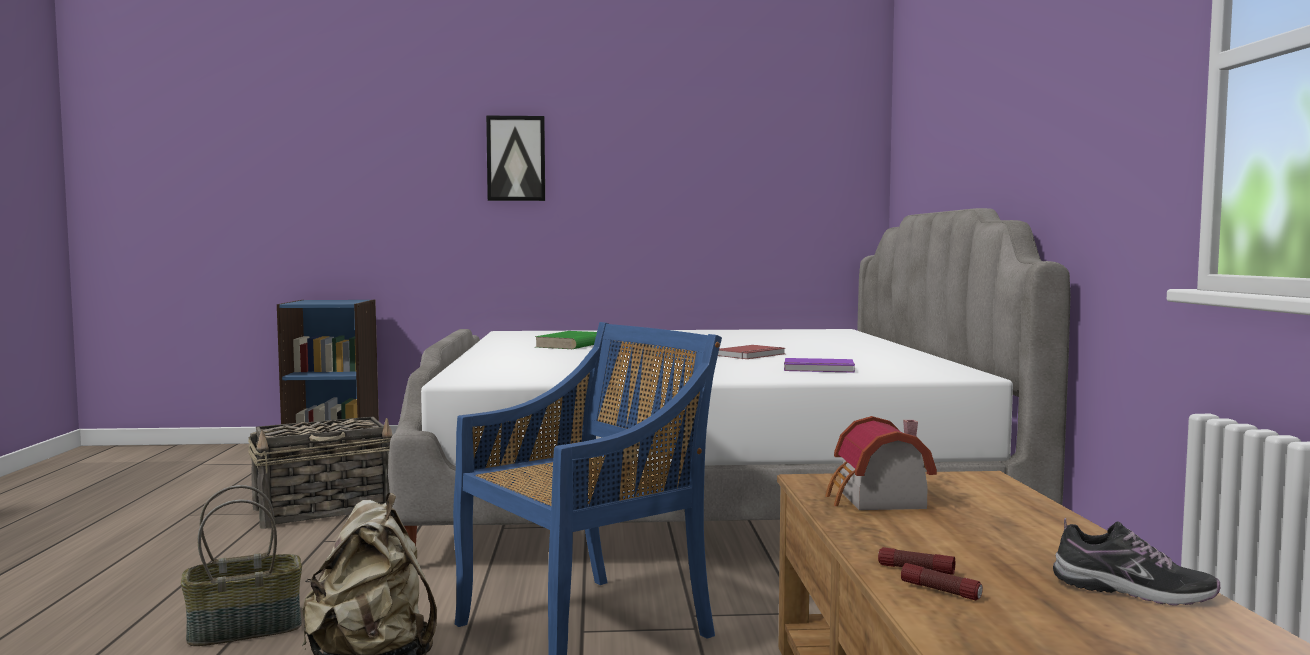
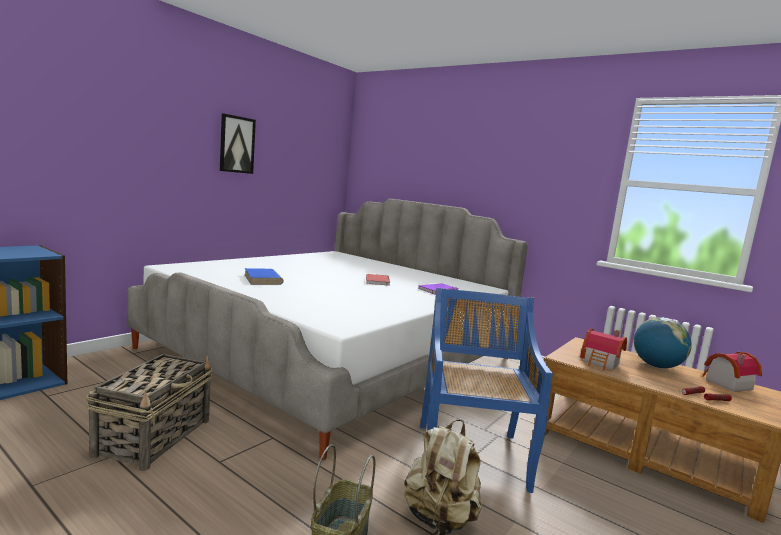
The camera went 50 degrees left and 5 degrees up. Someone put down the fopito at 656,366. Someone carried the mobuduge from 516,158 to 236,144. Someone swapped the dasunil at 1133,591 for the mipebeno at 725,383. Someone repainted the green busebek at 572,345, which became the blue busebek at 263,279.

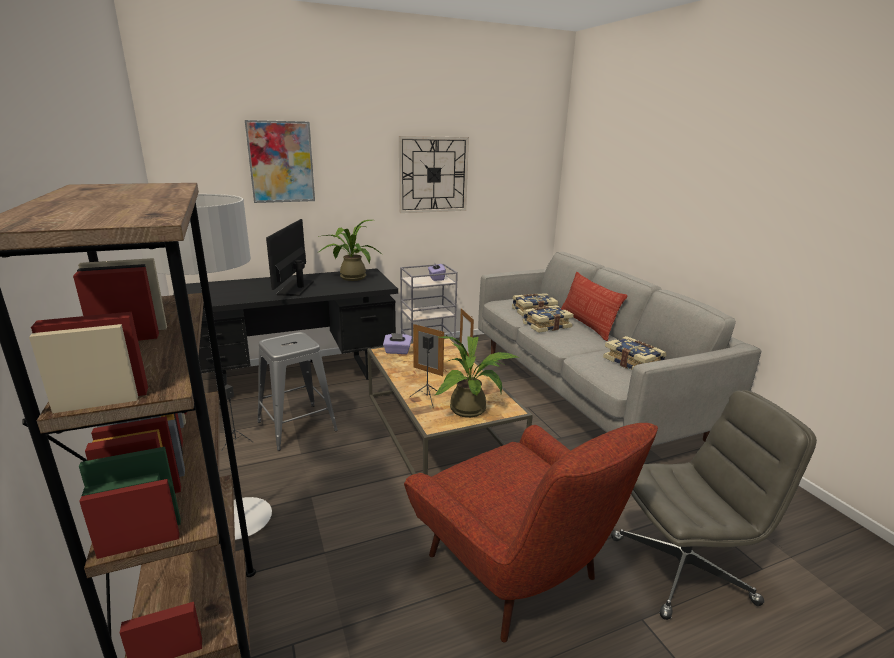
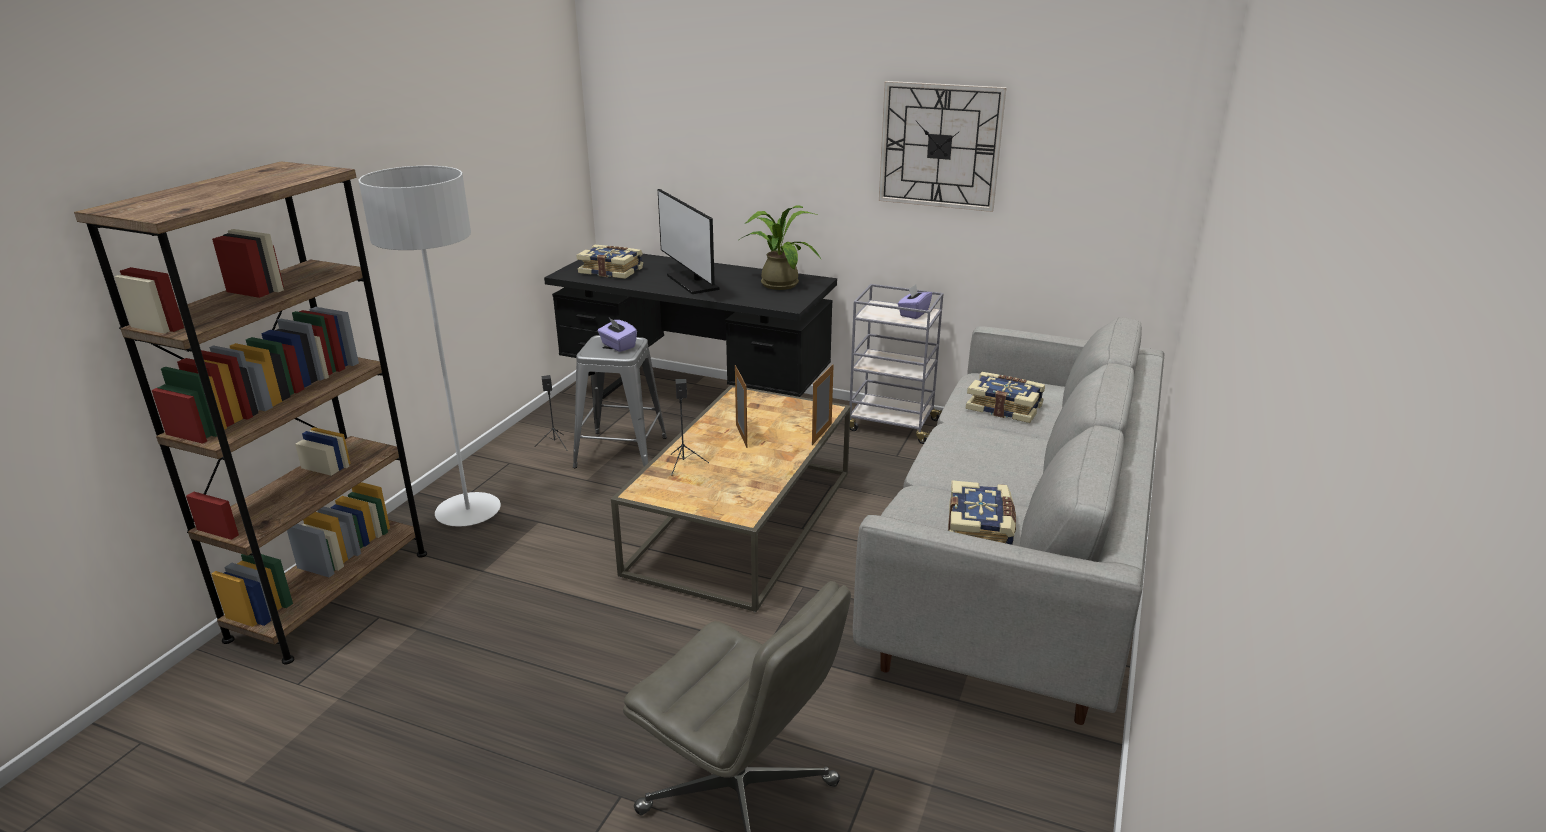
The camera went 45 degrees right and 5 degrees up. Someone took away the mobuduge at 281,162. Someone took away the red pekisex at 517,574. Someone took away the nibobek at 472,410. Someone took away the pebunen at 587,325. Someone carried the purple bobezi from 397,351 to 618,346. Someone carried the busebek from 546,325 to 611,271. Someone rotated the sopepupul at 296,288 by 75 degrees counterclockwise.

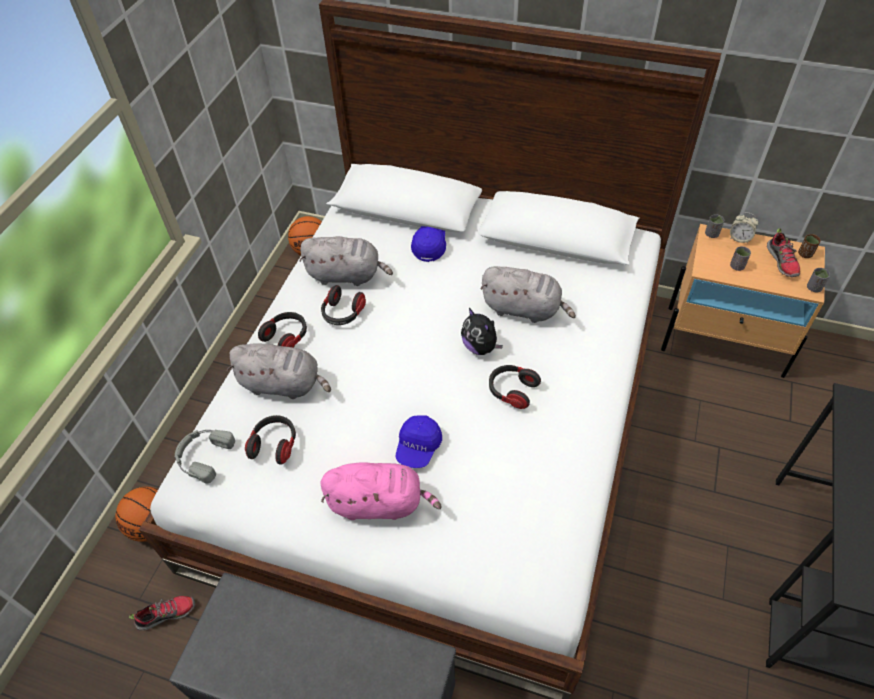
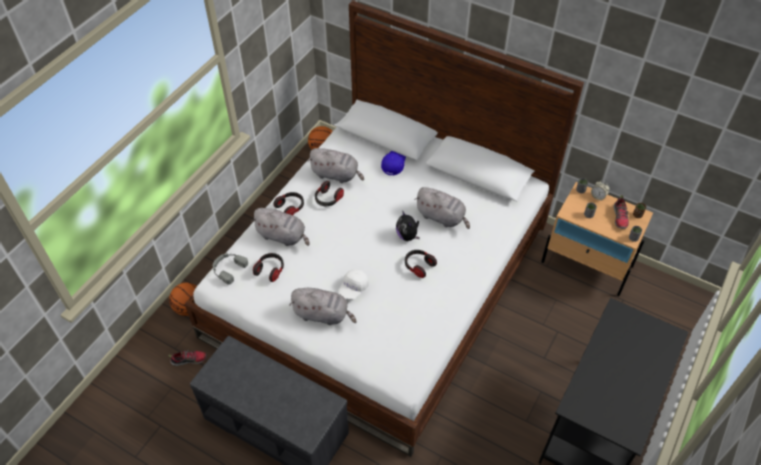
The camera went 10 degrees right and 0 degrees up. Someone repainted the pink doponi at 379,503, which became the grey doponi at 323,314. Someone repainted the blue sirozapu at 418,447, which became the white sirozapu at 353,288.

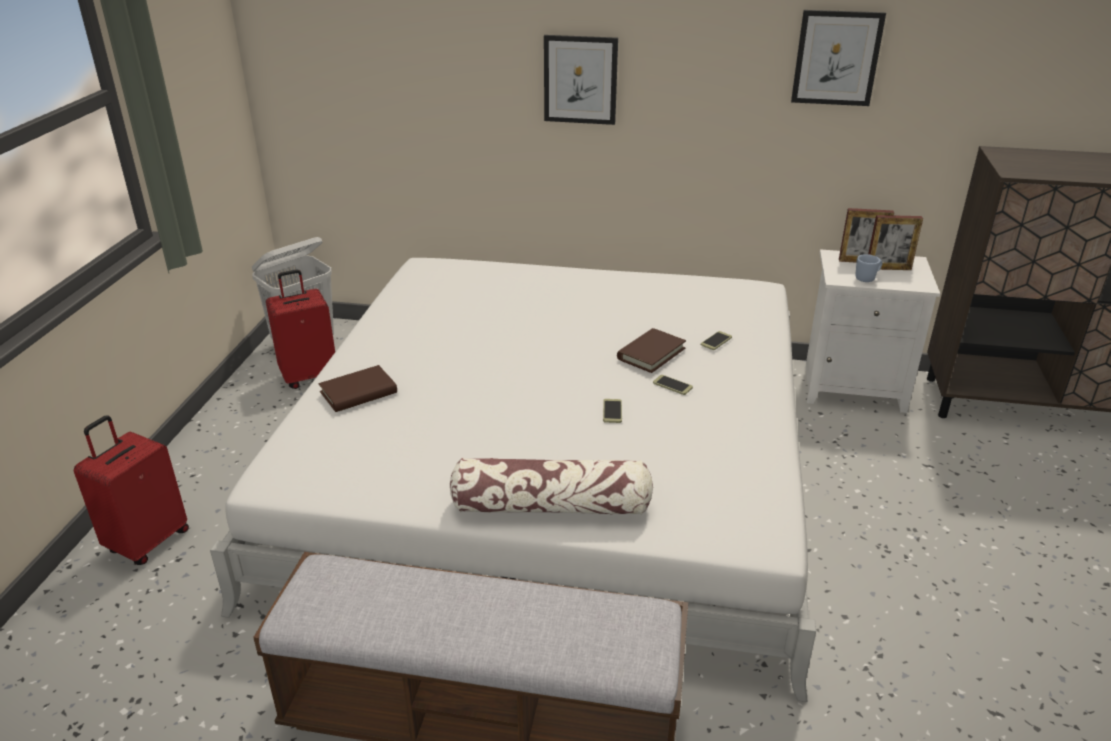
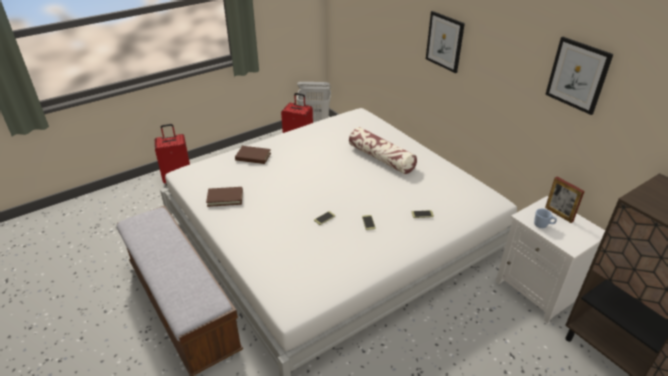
The camera went 45 degrees right and 5 degrees up. Someone took away the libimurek at 888,268. Someone carried the pebunen from 551,506 to 381,158. Someone carried the brown busebek from 651,353 to 225,198.

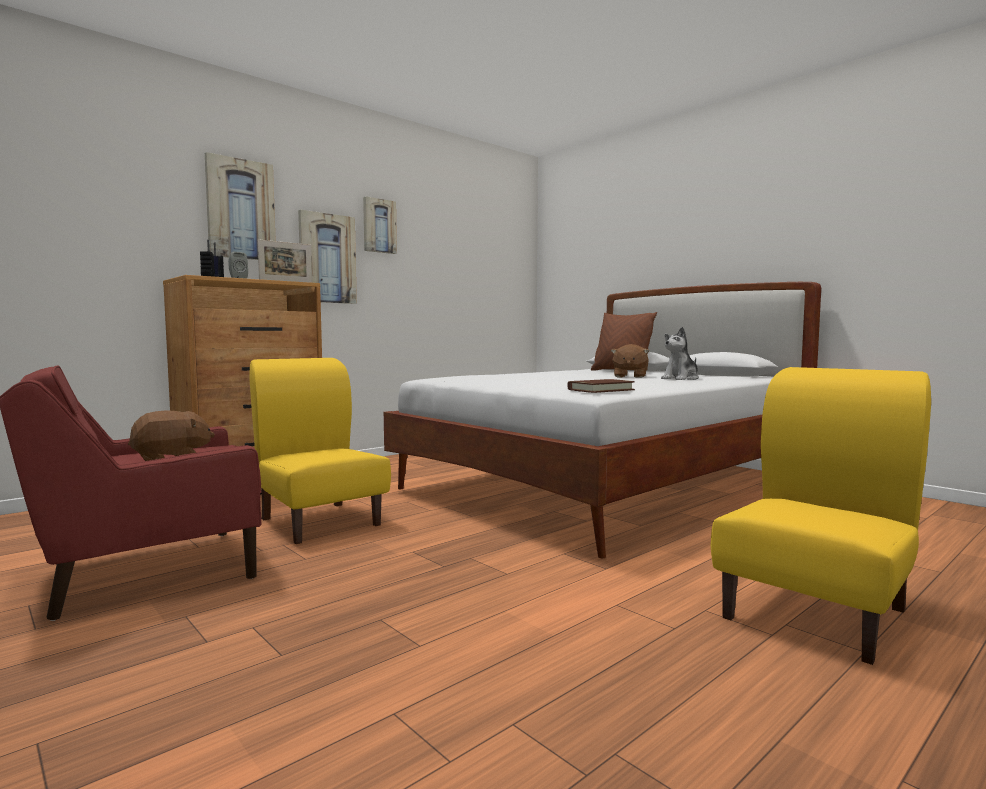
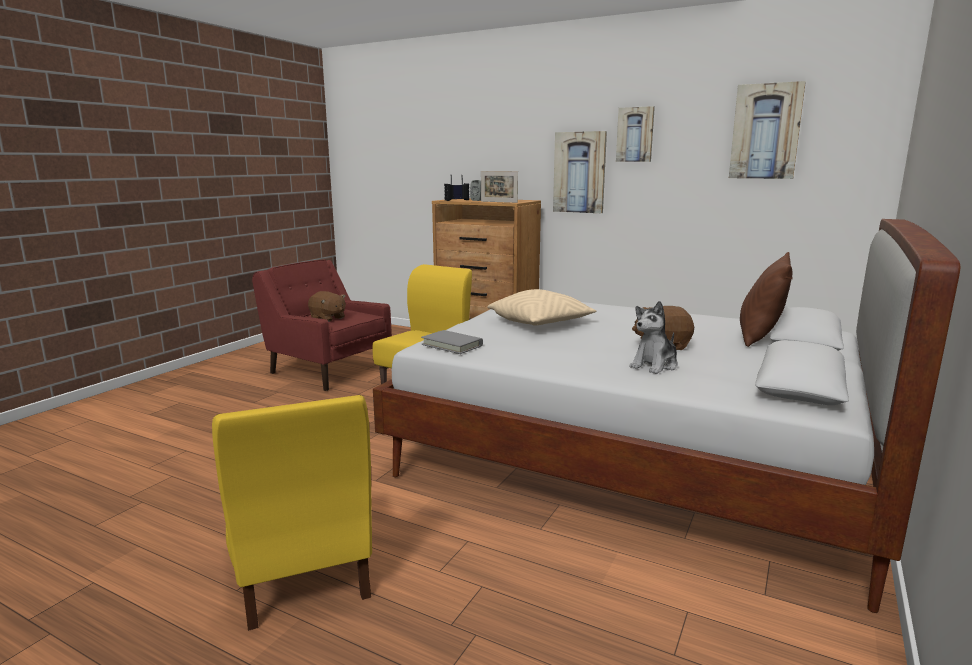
The camera went 70 degrees right and 10 degrees up. Someone put down the beige pebunen at 540,323. Someone carried the mobuduge from 240,209 to 765,131. Someone repainted the brown busebek at 600,390, which became the grey busebek at 452,345. Someone rotated the doponi at 681,379 by 75 degrees counterclockwise. Someone rotated the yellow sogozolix at 817,613 by 45 degrees clockwise.

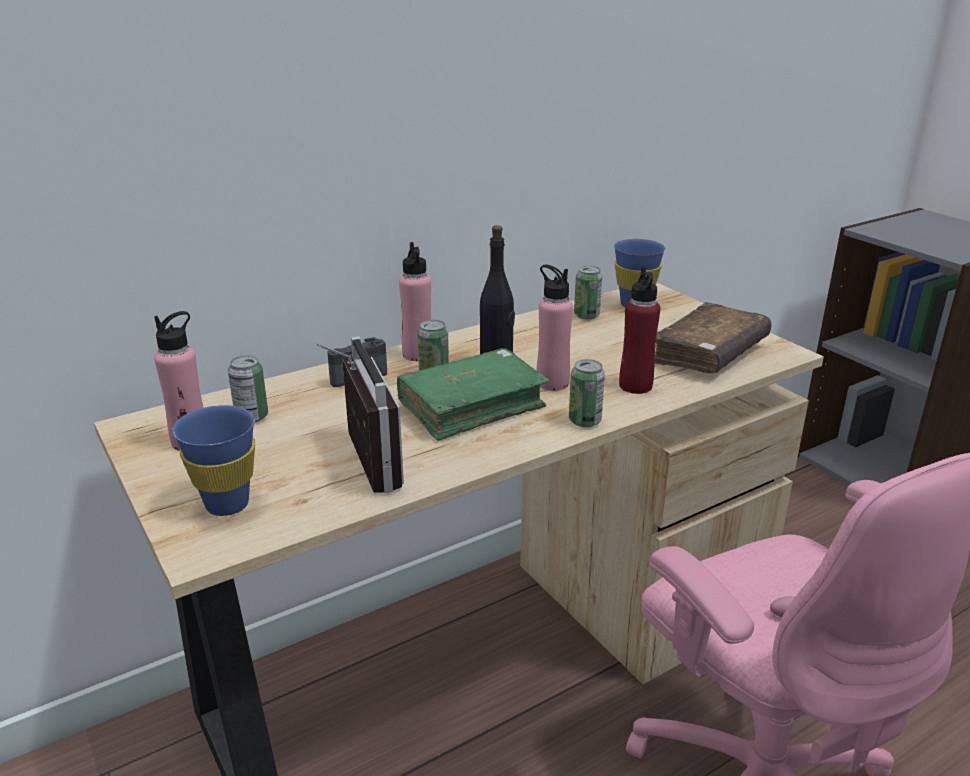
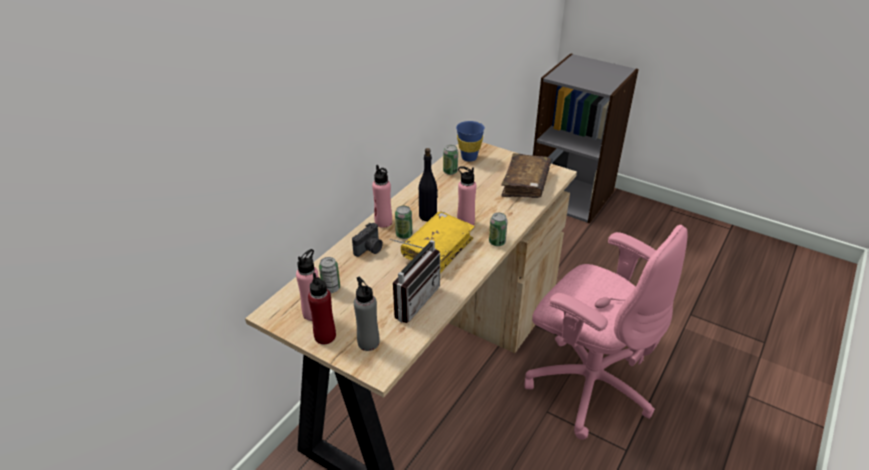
The camera went 25 degrees left and 10 degrees up. Someone carried the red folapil from 635,386 to 325,336. Someone swapped the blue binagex at 227,504 for the grey folapil at 368,342. Someone repainted the green busebek at 471,406, which became the yellow busebek at 438,249. Someone rotated the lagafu at 359,463 by 75 degrees clockwise.

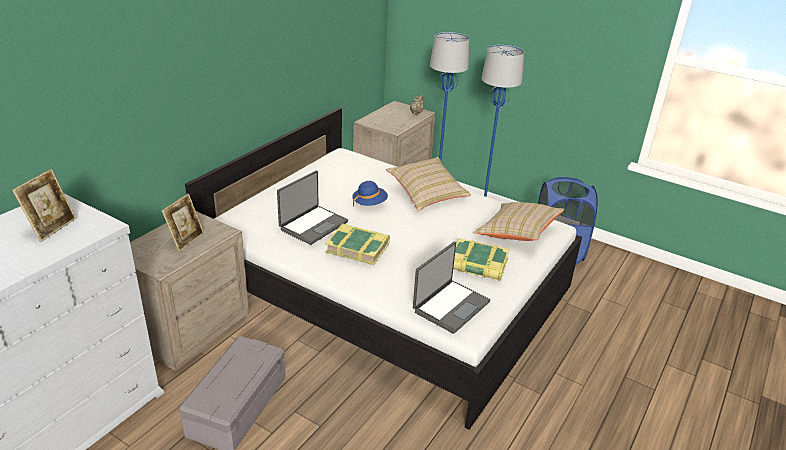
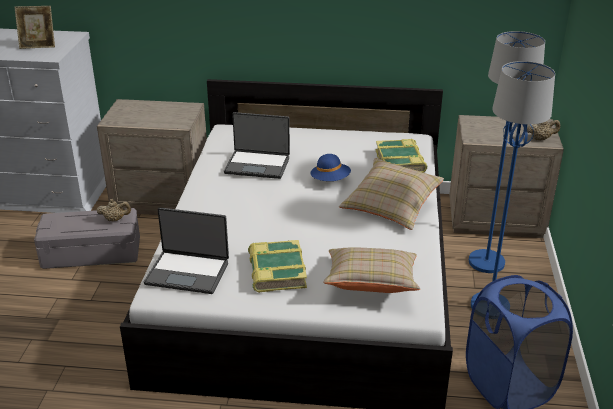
The camera went 65 degrees right and 0 degrees up. Someone took away the libimurek at 186,240. Someone put down the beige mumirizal at 115,219. Someone carried the busebek from 358,248 to 400,161.

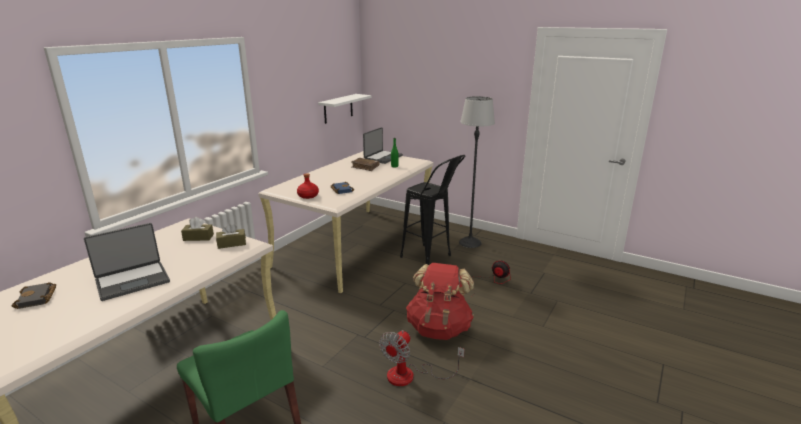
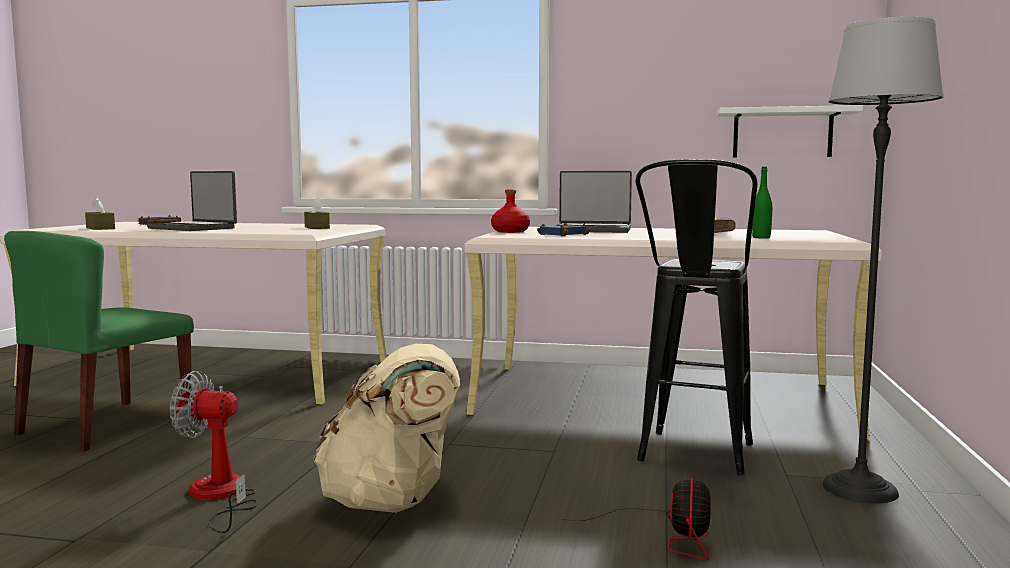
The camera went 70 degrees right and 15 degrees down. Someone carried the brown bobezi from 231,243 to 100,228. Someone carried the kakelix from 382,157 to 592,230. Someone repainted the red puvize at 439,328, which became the beige puvize at 392,501.

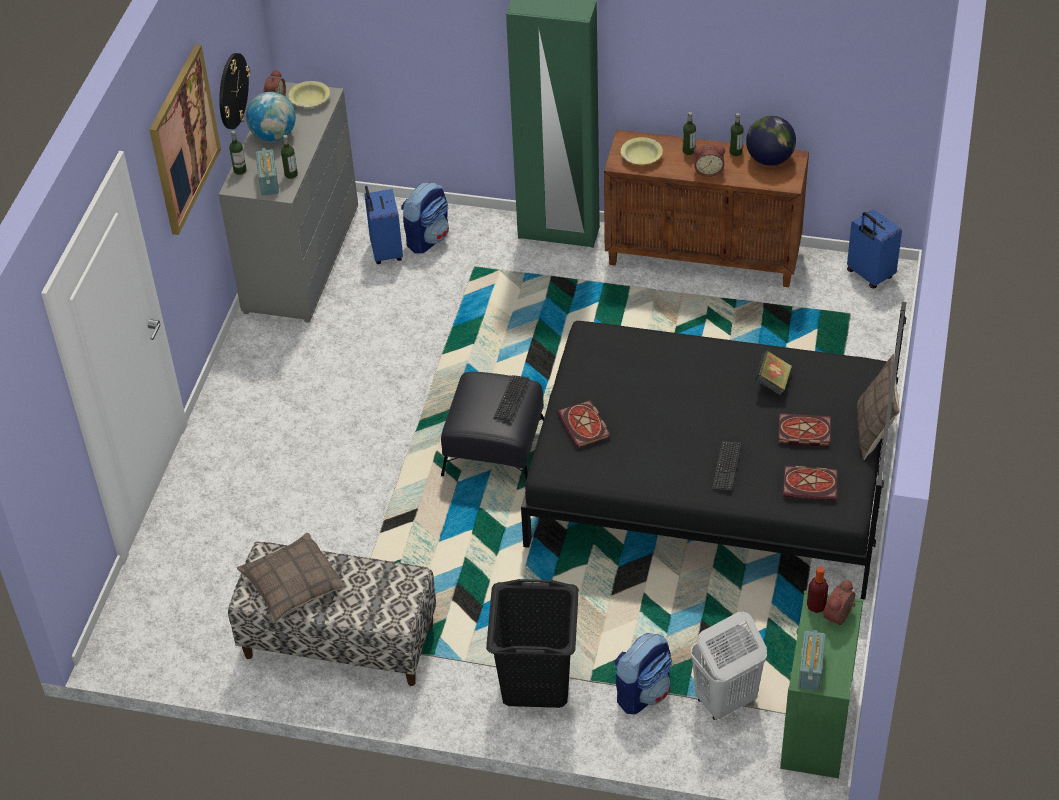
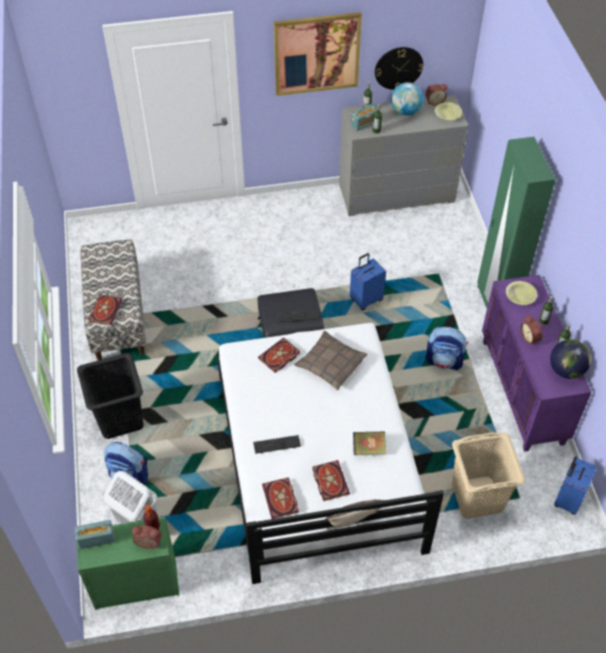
The camera went 65 degrees right and 5 degrees up. Someone put down the busebek at 105,310. Someone put down the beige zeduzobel at 477,497. Someone carried the pebunen from 292,584 to 330,364. Someone carried the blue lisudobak from 385,252 to 366,299. Someone carried the puvize from 428,238 to 444,361. Someone repainted the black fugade at 711,481, which became the white fugade at 317,460. Someone repainted the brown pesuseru at 704,256, which became the purple pesuseru at 523,391.

